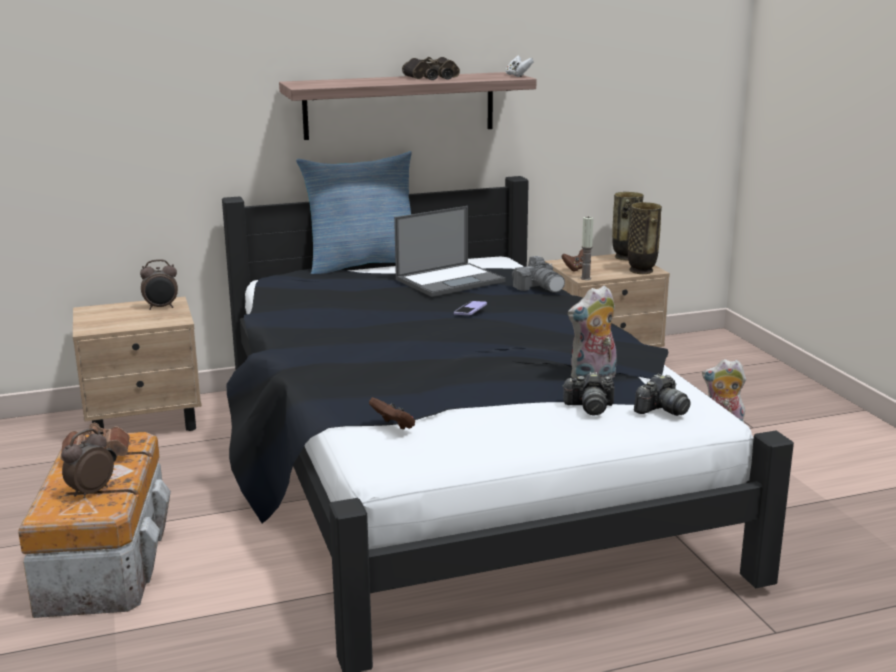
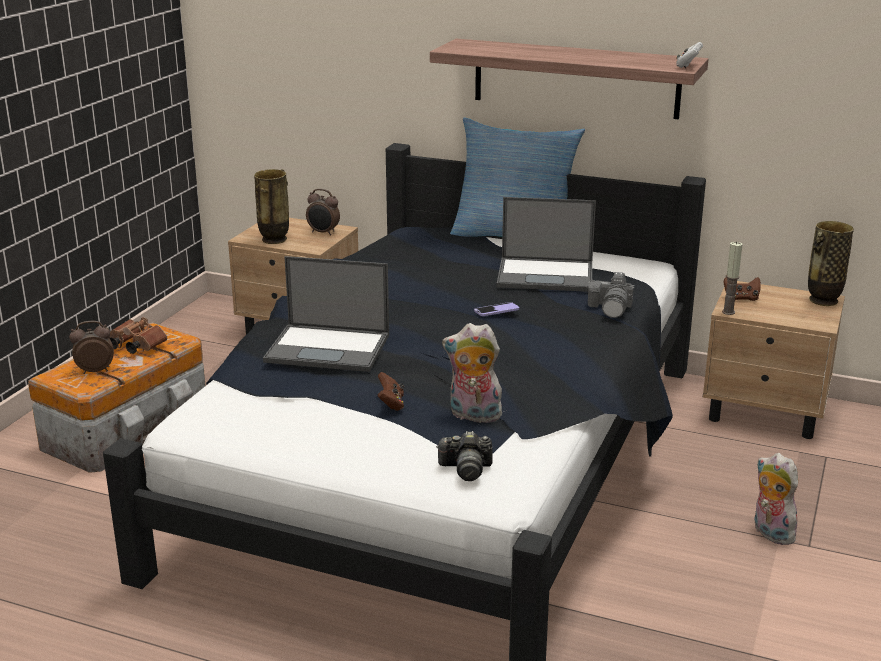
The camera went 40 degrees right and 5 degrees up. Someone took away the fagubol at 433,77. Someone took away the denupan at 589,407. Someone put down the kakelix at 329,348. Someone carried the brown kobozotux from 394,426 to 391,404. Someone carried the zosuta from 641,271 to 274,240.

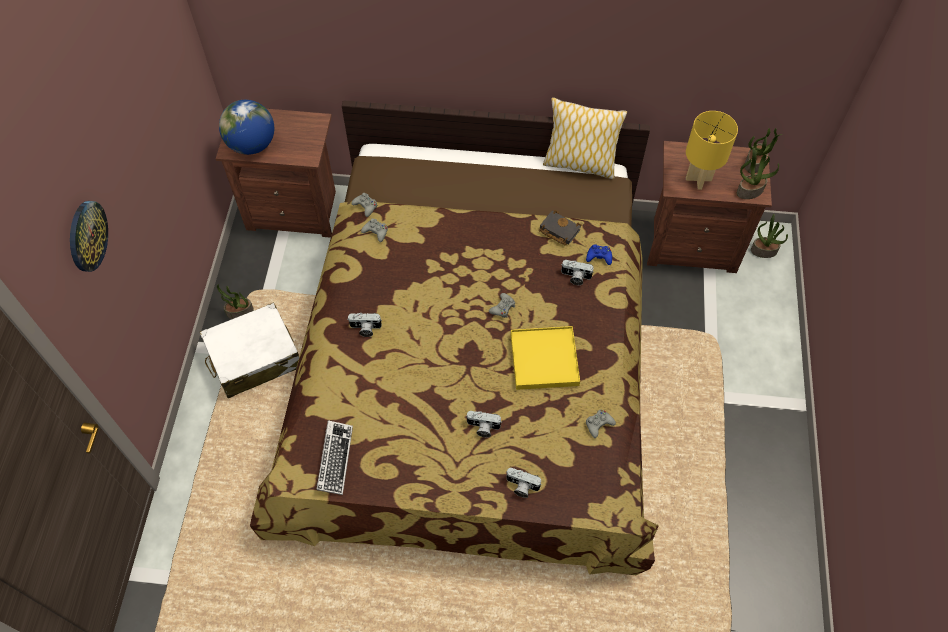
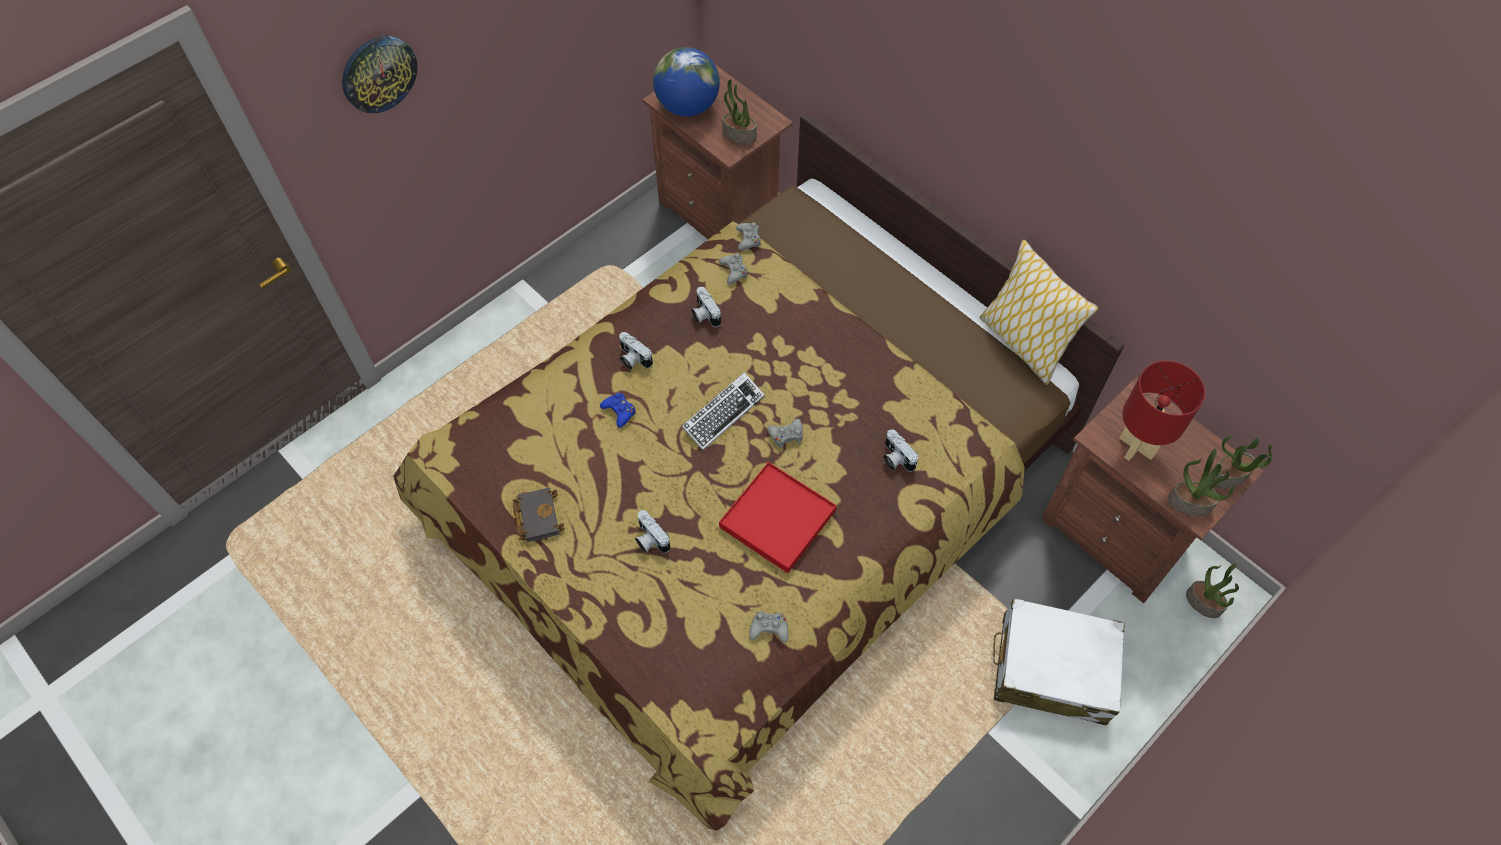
The camera went 40 degrees right and 0 degrees up. Someone carried the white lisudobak from 254,358 to 1052,668. Someone carried the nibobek from 239,312 to 738,134. Someone carried the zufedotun from 335,459 to 723,413. Someone carried the denupan from 521,486 to 704,315. Someone carried the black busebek from 558,230 to 536,516. Someone carried the blue kobozotux from 599,256 to 619,411. Someone repainted the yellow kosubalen at 544,359, which became the red kosubalen at 778,519. Someone repainted the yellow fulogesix at 698,179, which became the red fulogesix at 1136,446.

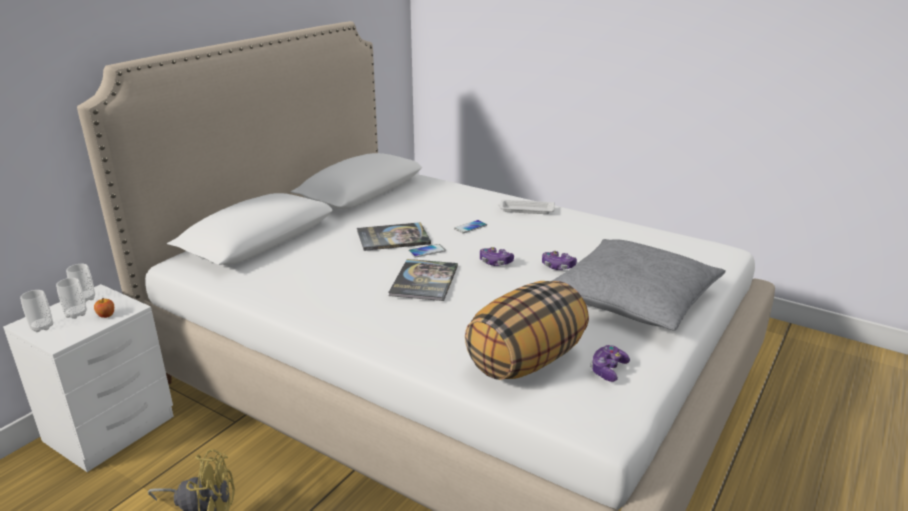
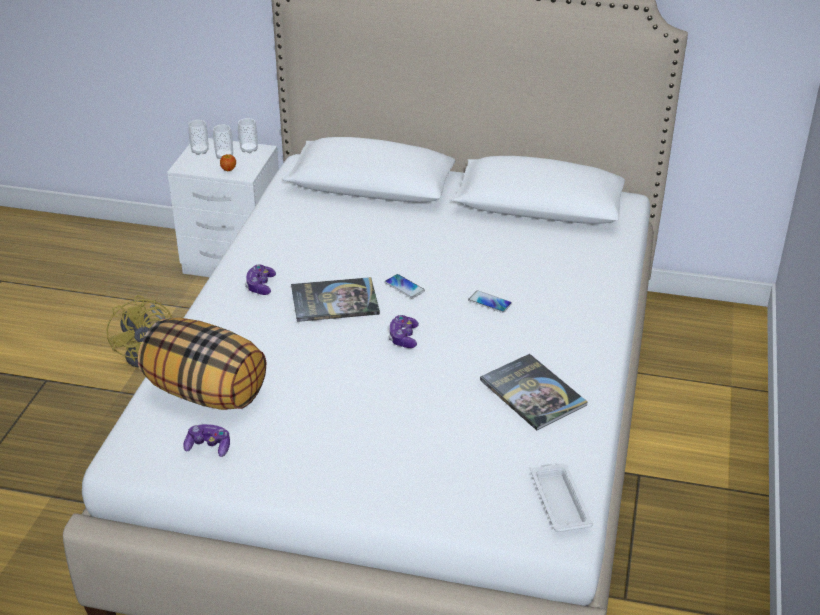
The camera went 70 degrees right and 10 degrees up. Someone took away the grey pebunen at 633,298. Someone carried the busebek from 393,238 to 532,393. Someone carried the white kosubalen from 525,210 to 559,501. Someone carried the kobozotux from 558,266 to 260,285.

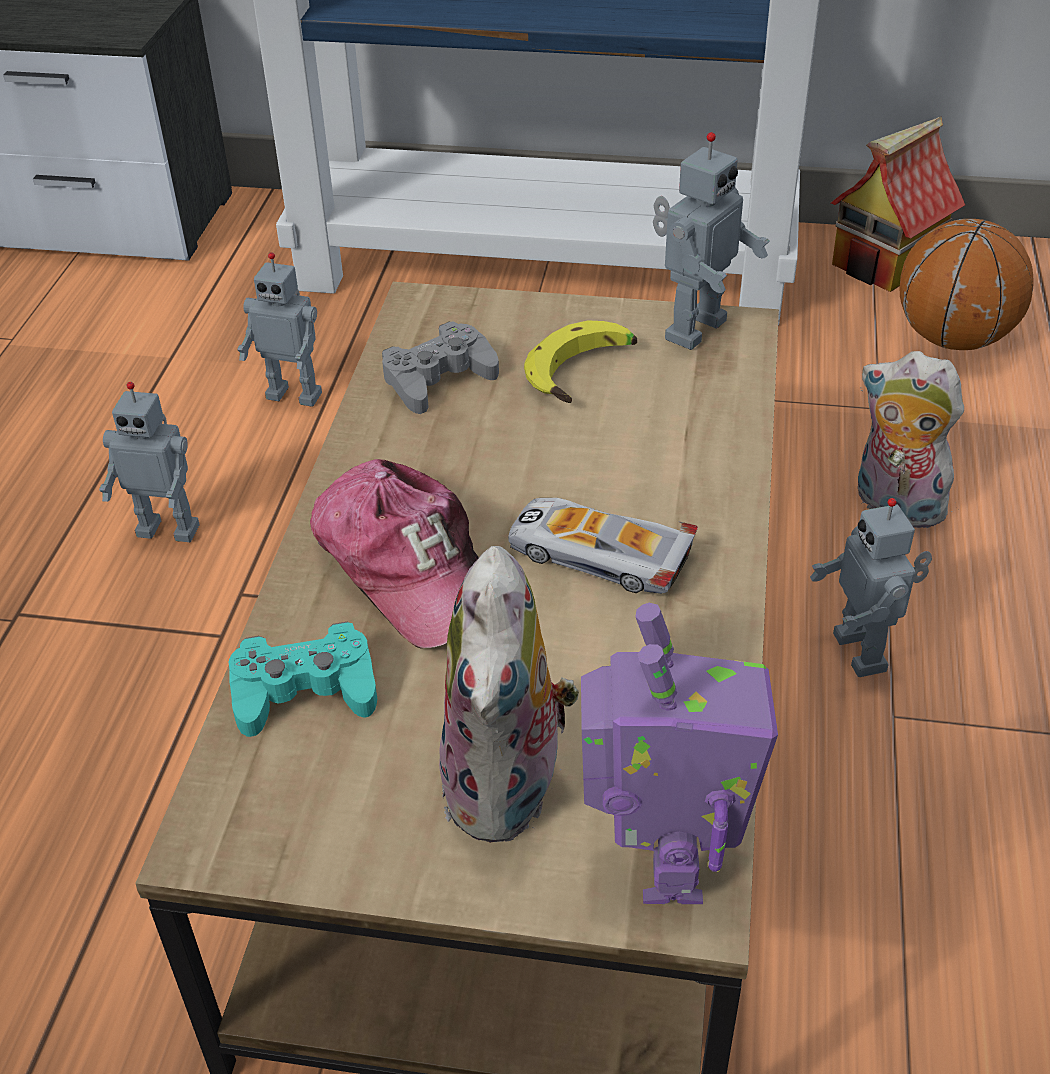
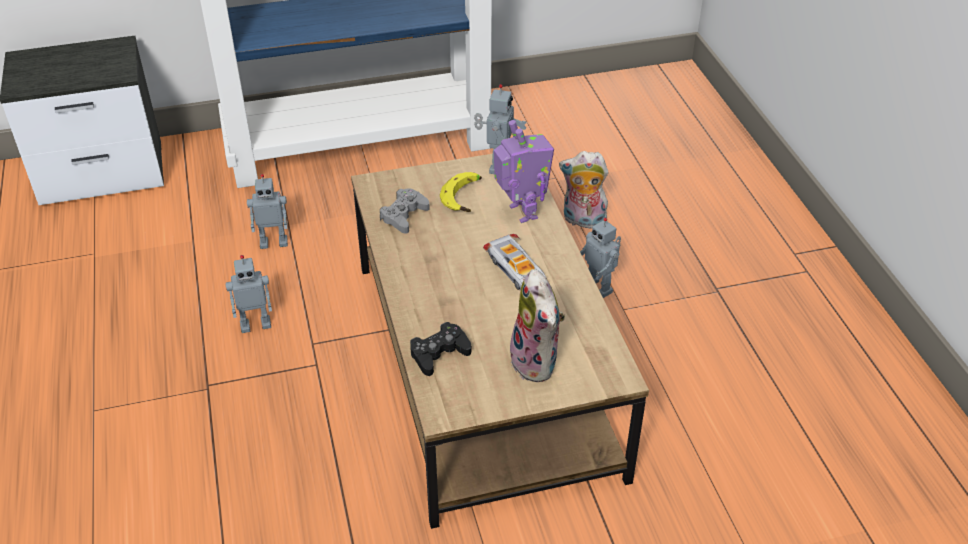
The camera went 25 degrees left and 0 degrees up. Someone took away the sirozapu at 409,567. Someone took away the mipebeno at 886,263. Someone took away the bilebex at 952,339. Someone carried the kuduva from 663,864 to 521,212. Someone repainted the turquoise kobozotux at 305,691, which became the black kobozotux at 439,353. Someone rotated the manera at 599,554 by 120 degrees counterclockwise.

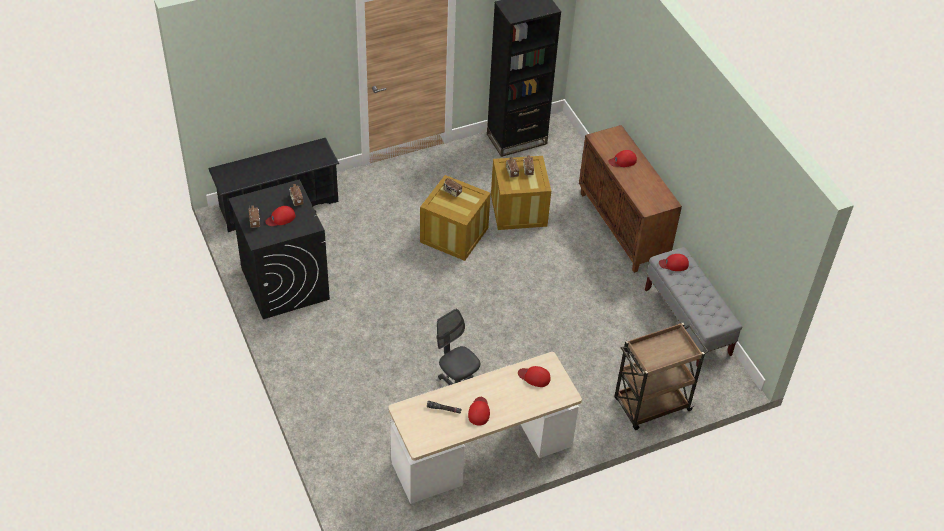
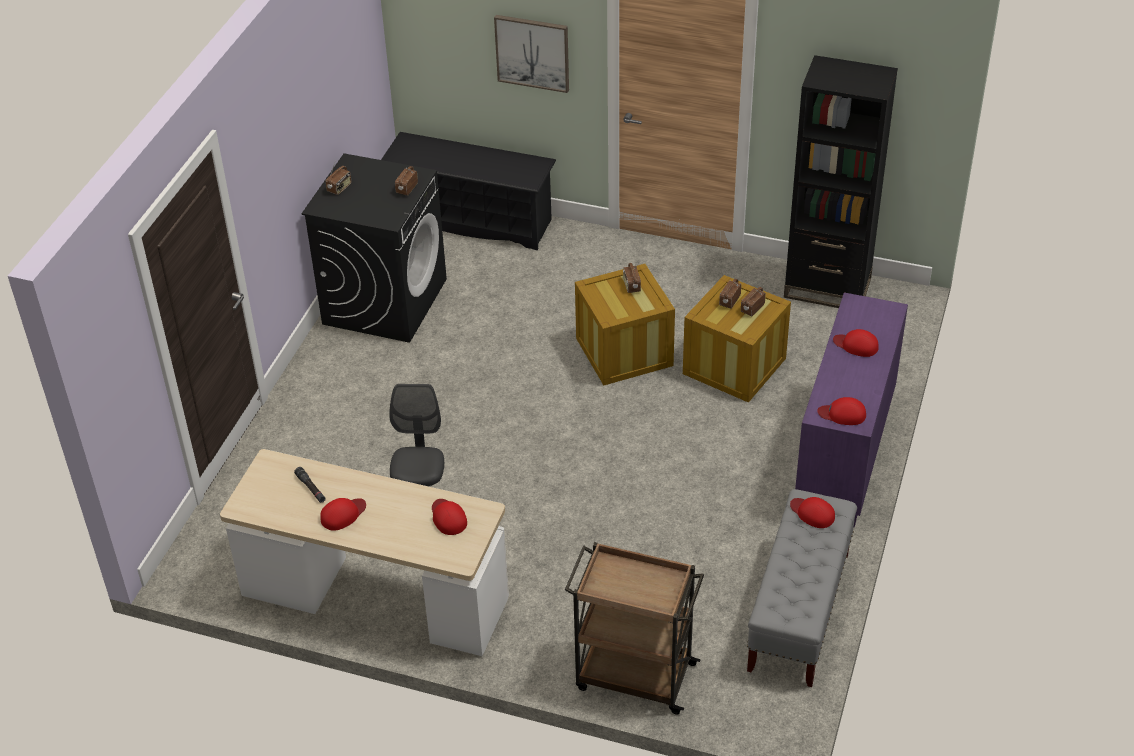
The camera went 45 degrees right and 5 degrees down. Someone put up the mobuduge at 532,52. Someone carried the red sirozapu from 281,218 to 842,414. Someone repainted the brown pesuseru at 623,228, which became the purple pesuseru at 845,456.

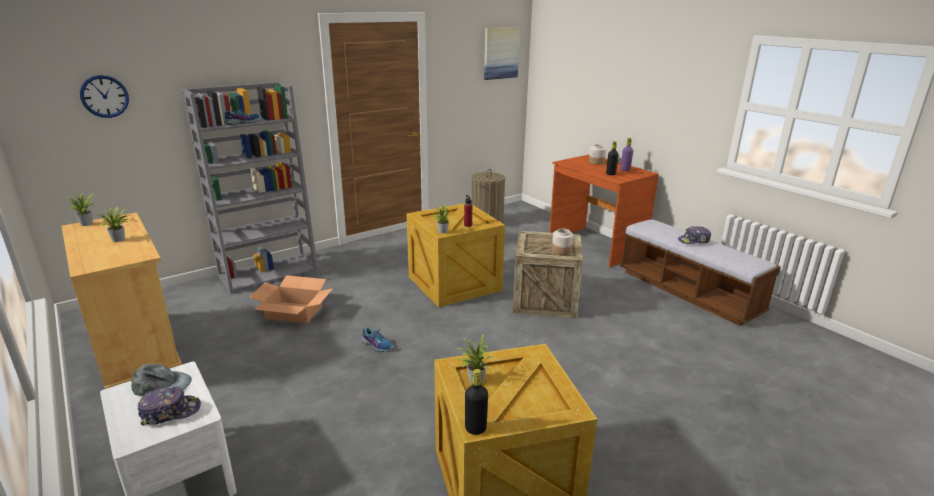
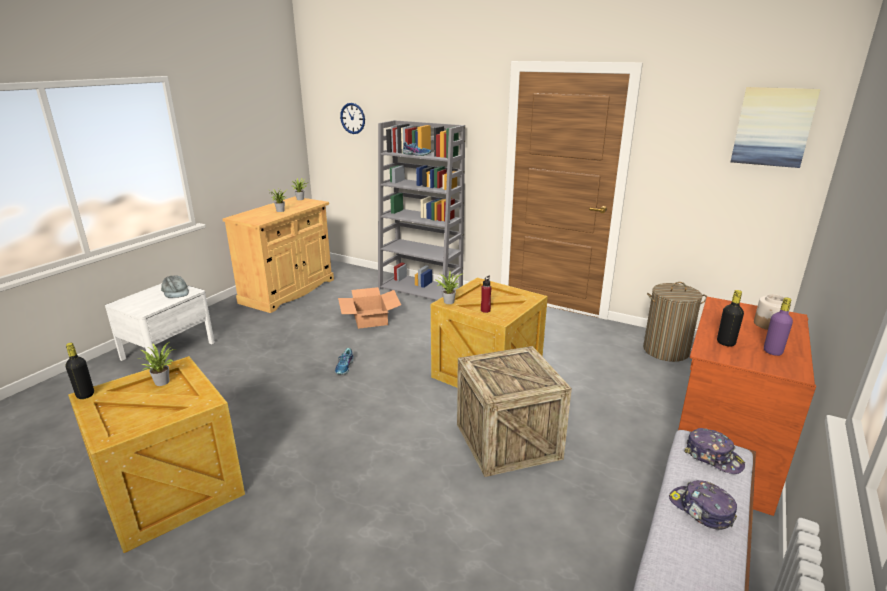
The camera went 65 degrees right and 0 degrees up. Someone took away the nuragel at 562,251. Someone carried the sirozapu from 170,412 to 713,457.

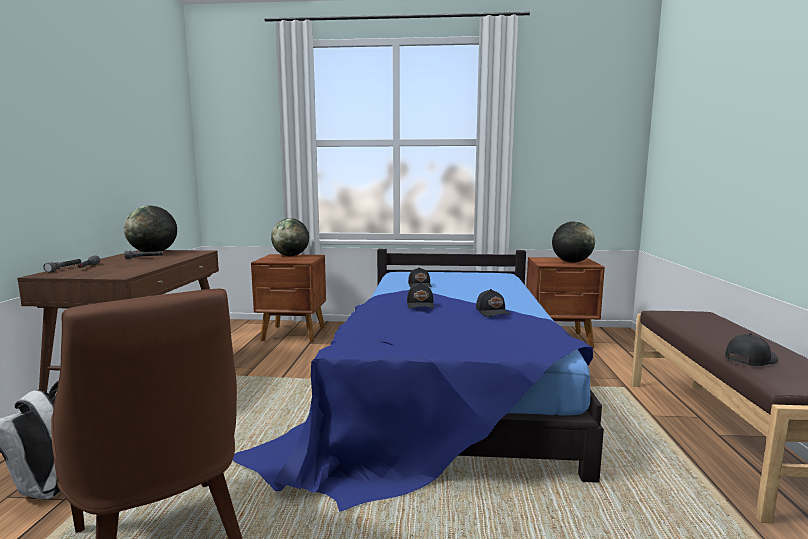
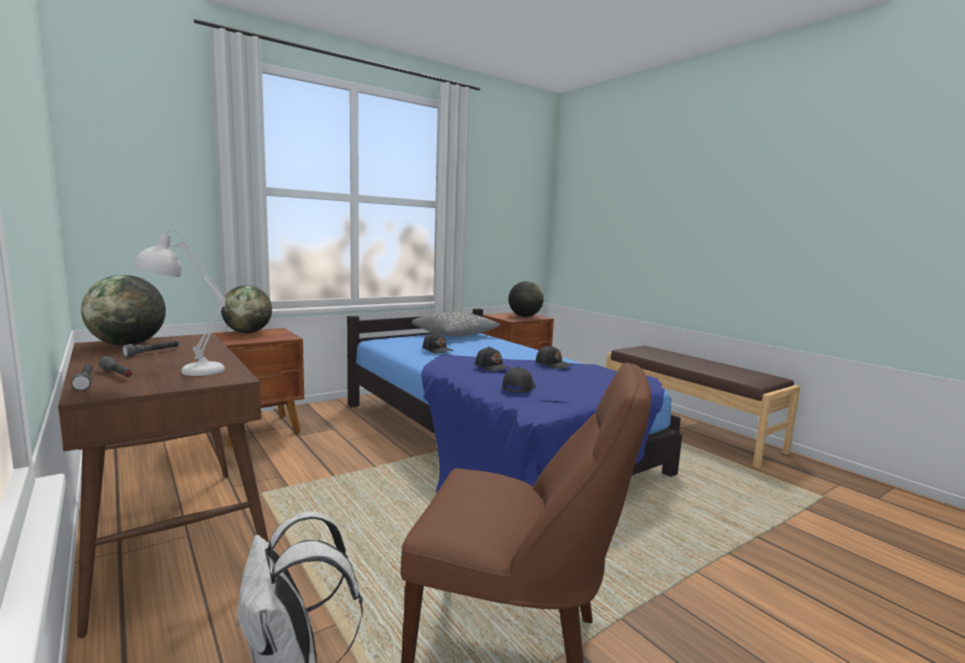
The camera went 40 degrees left and 0 degrees up. Someone put down the white fulogesix at 184,371. Someone put down the grey pebunen at 454,334. Someone carried the black sirozapu from 749,359 to 518,388.

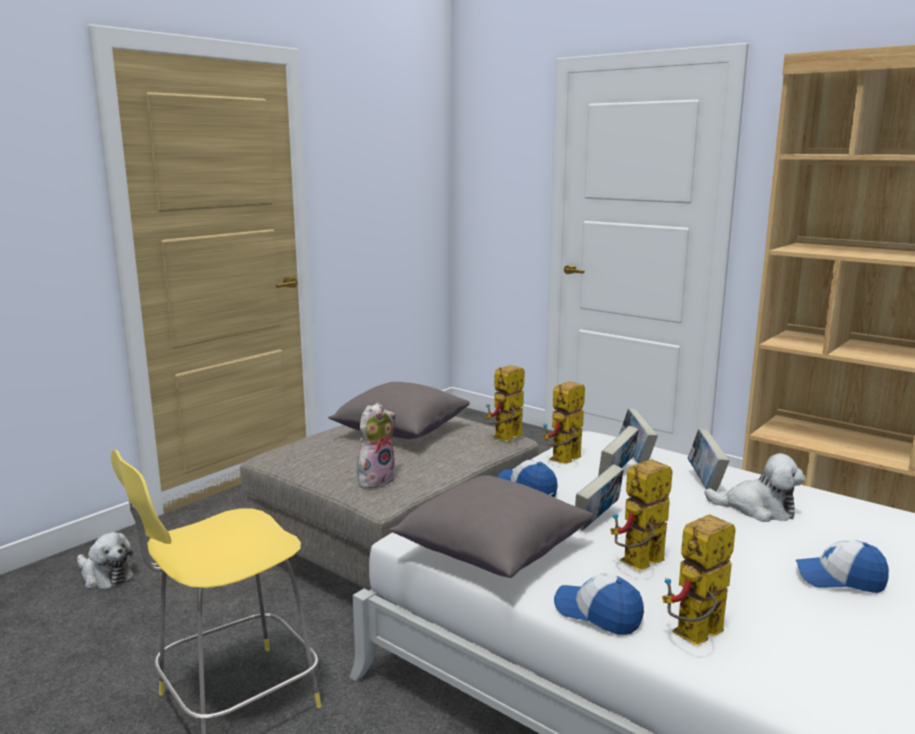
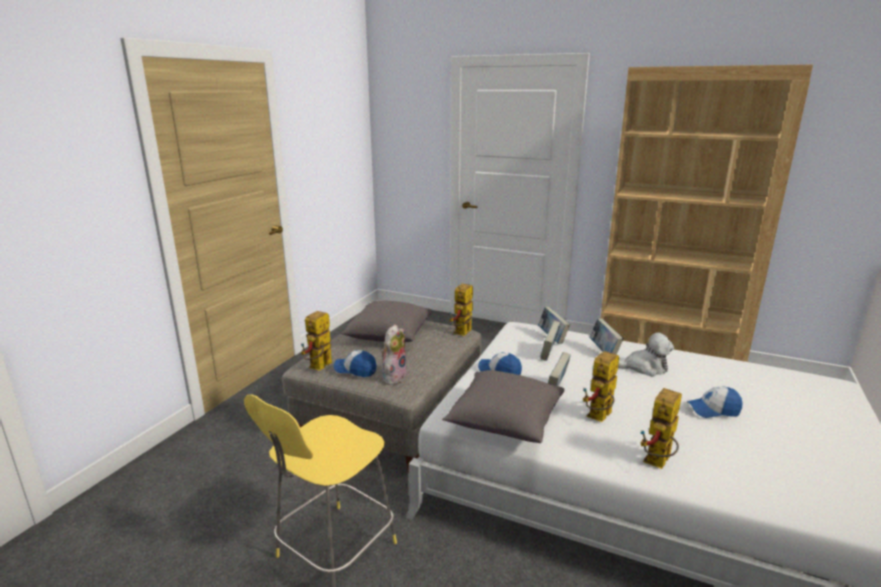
The camera went 15 degrees left and 5 degrees up. Someone took away the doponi at 105,576. Someone carried the kuduva from 564,461 to 319,368. Someone carried the sirozapu from 598,614 to 355,370.

